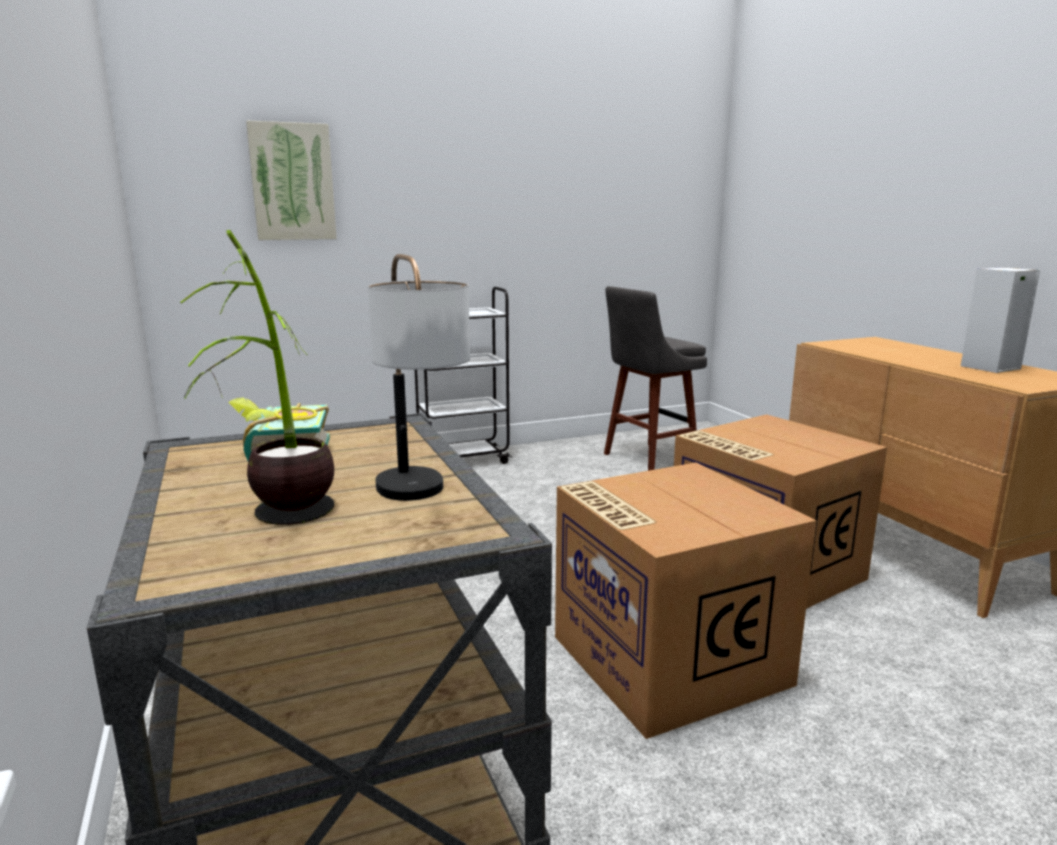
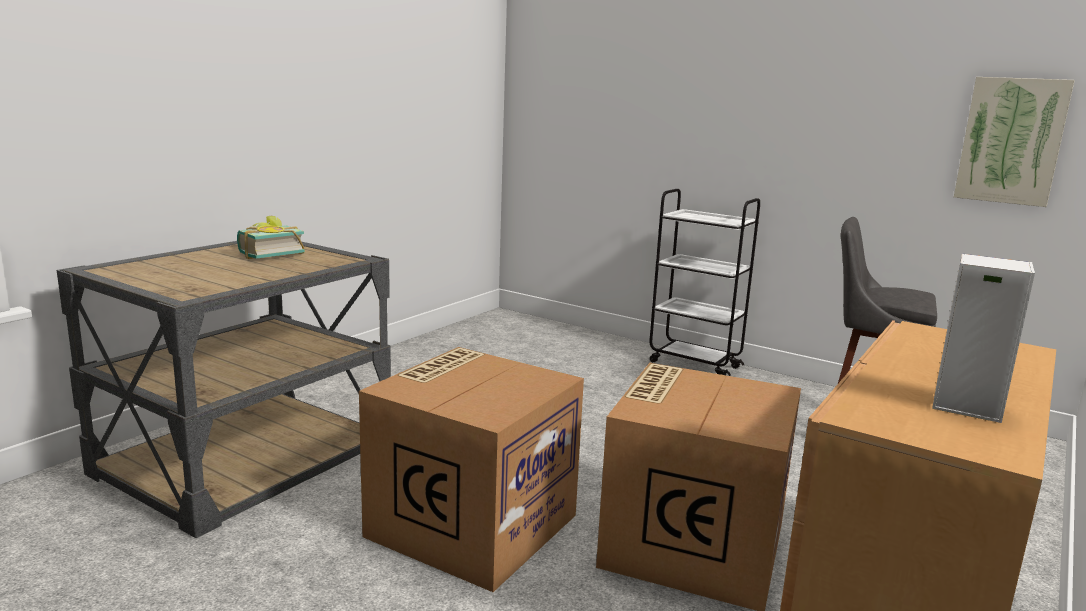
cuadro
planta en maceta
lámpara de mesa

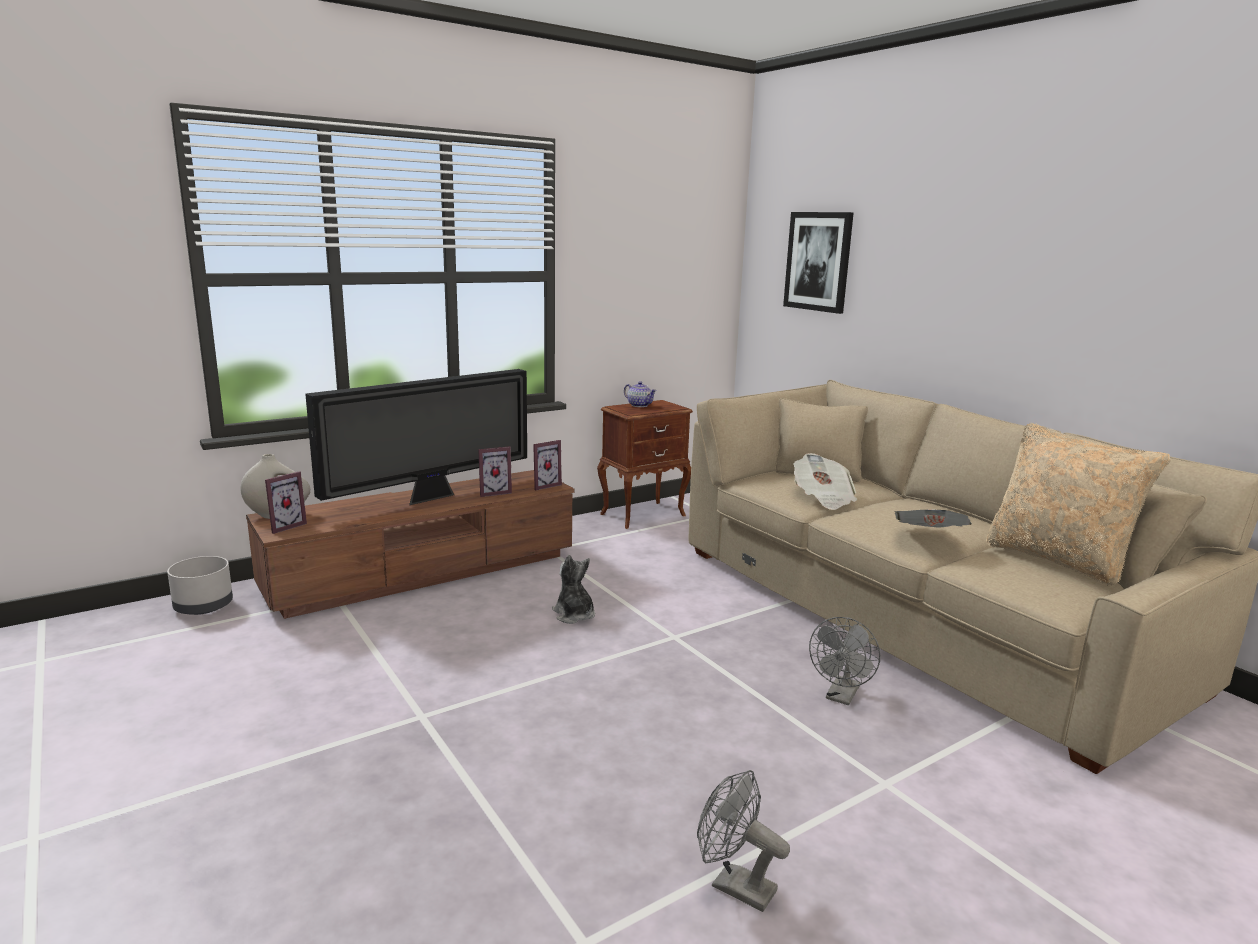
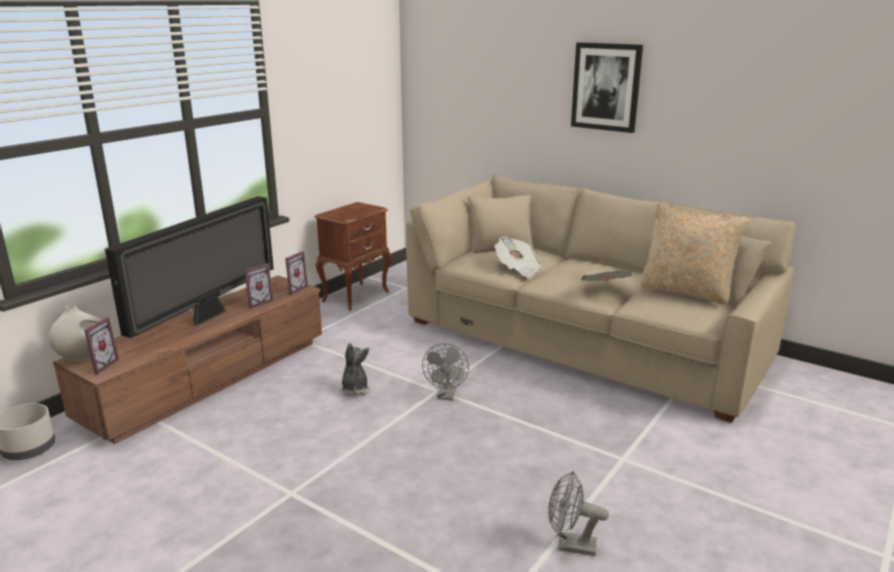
cuadro
tetera
peluche
ventilador (gris) (1st from left)

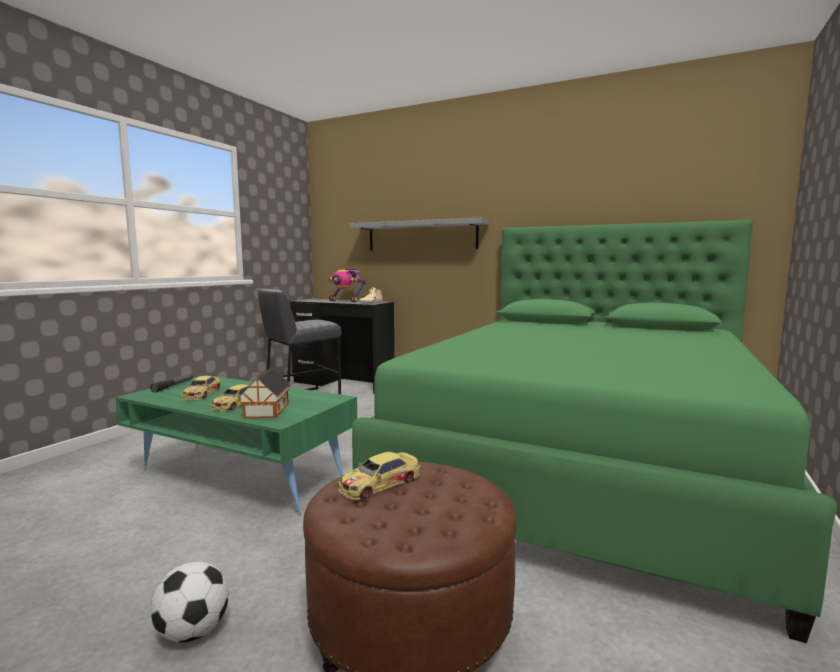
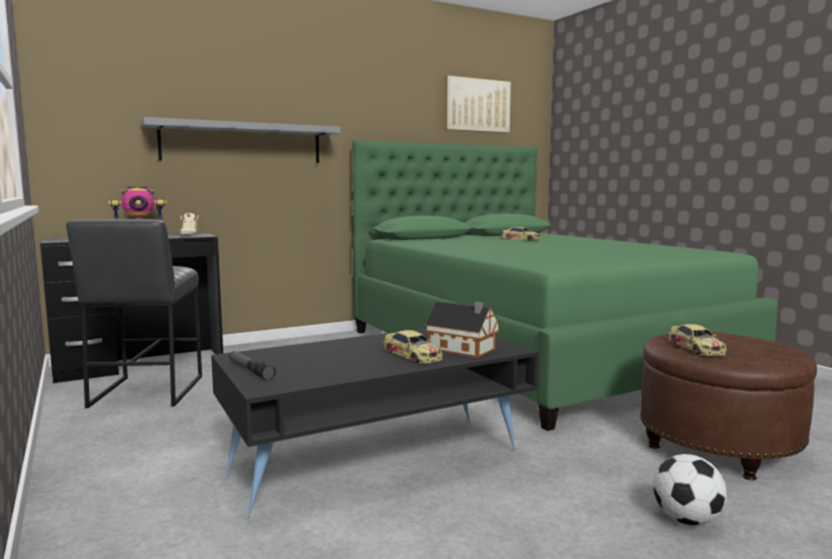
mesa de centro (negro)
coche de juguete (2nd from left)
cuadro

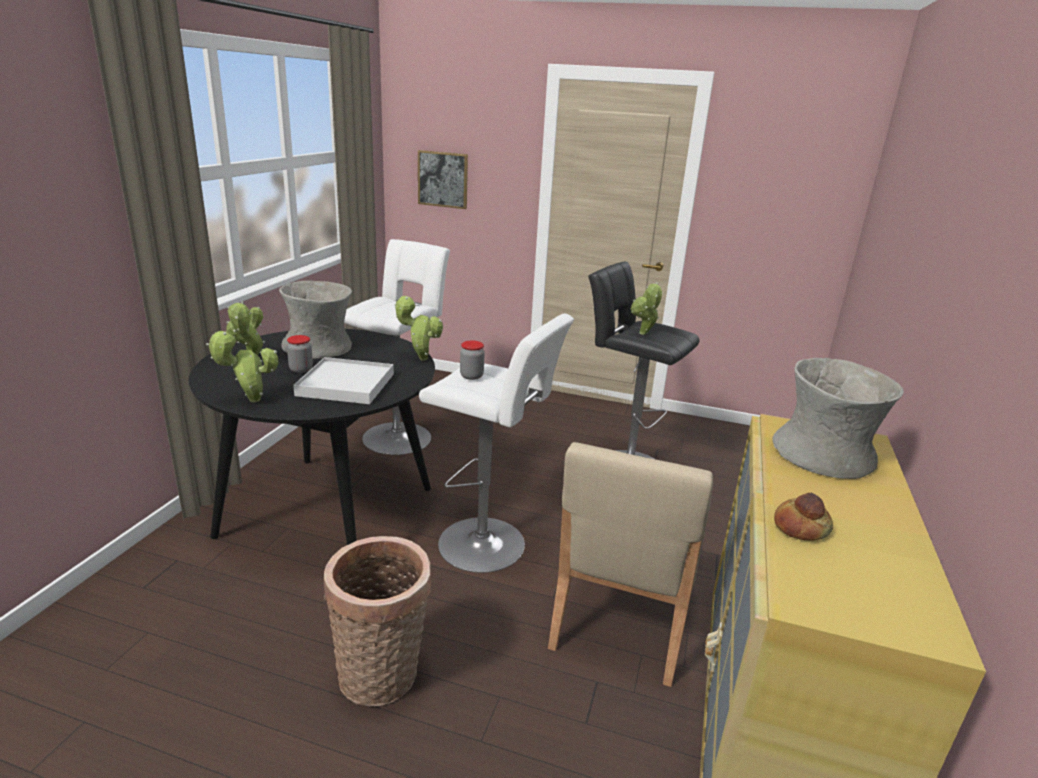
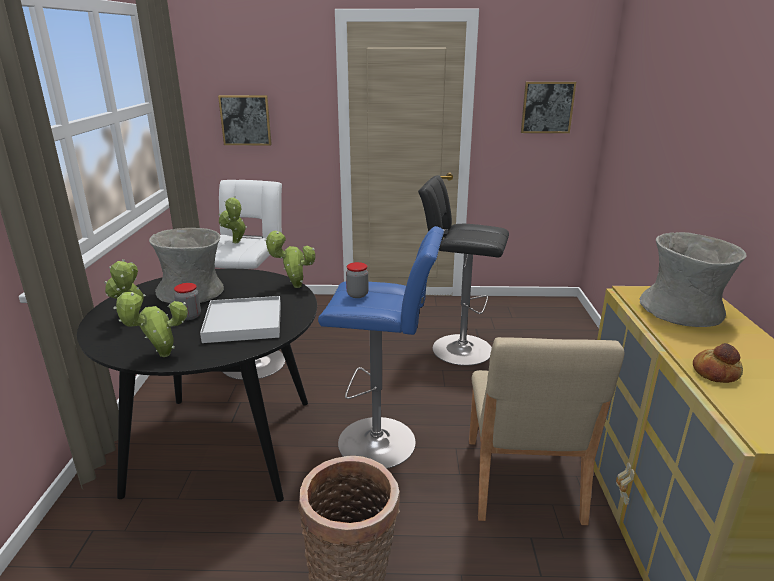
planta en maceta (3rd from left)
taburete (azul)
cuadro (2nd from left)

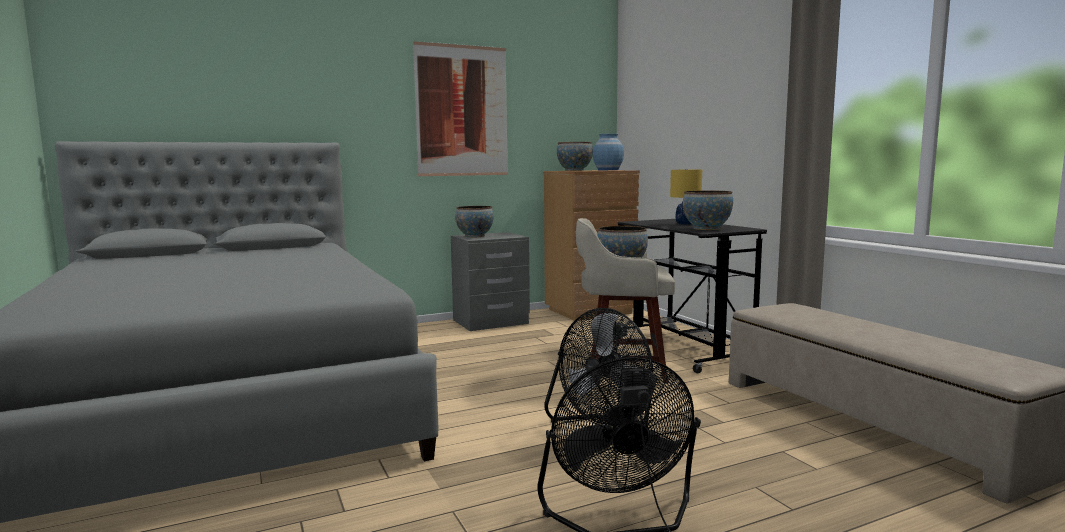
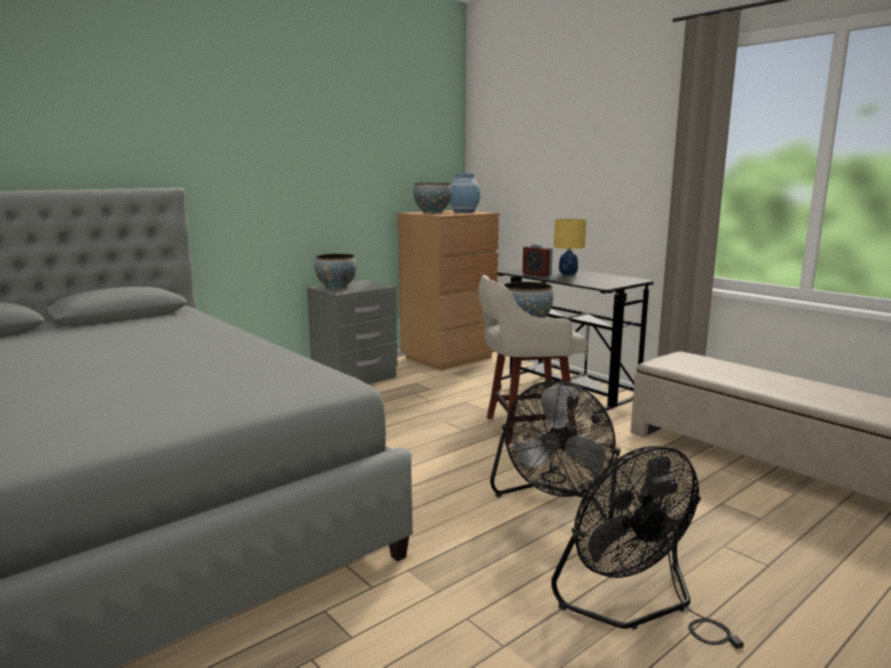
cuadro
cuenco (4th from left in the first image)
despertador

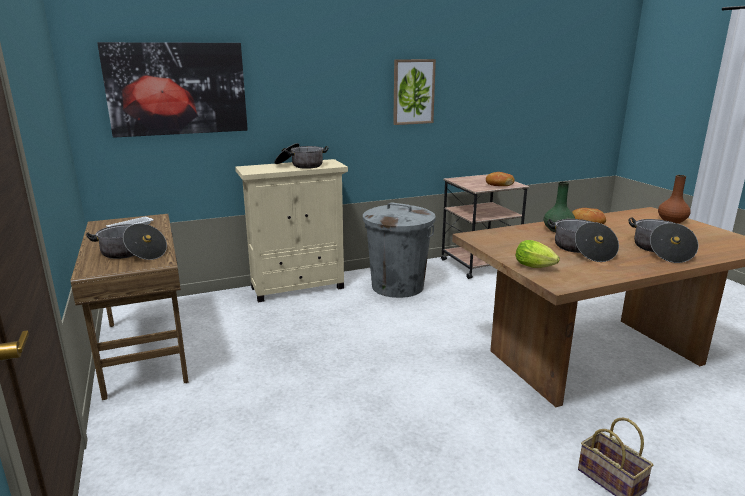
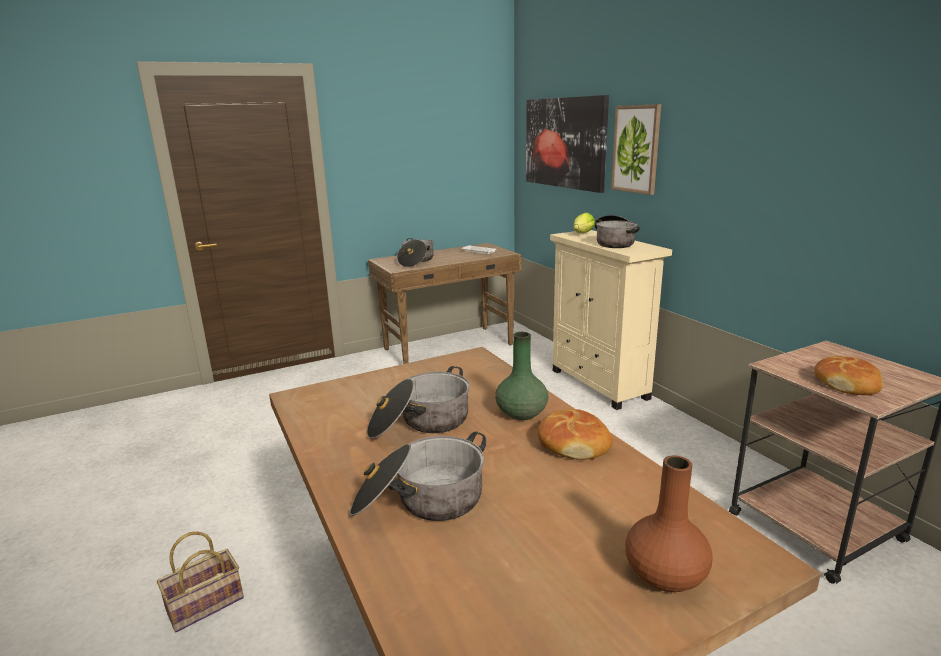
cuadro (2nd from left)
papelera (gris)
lechuga

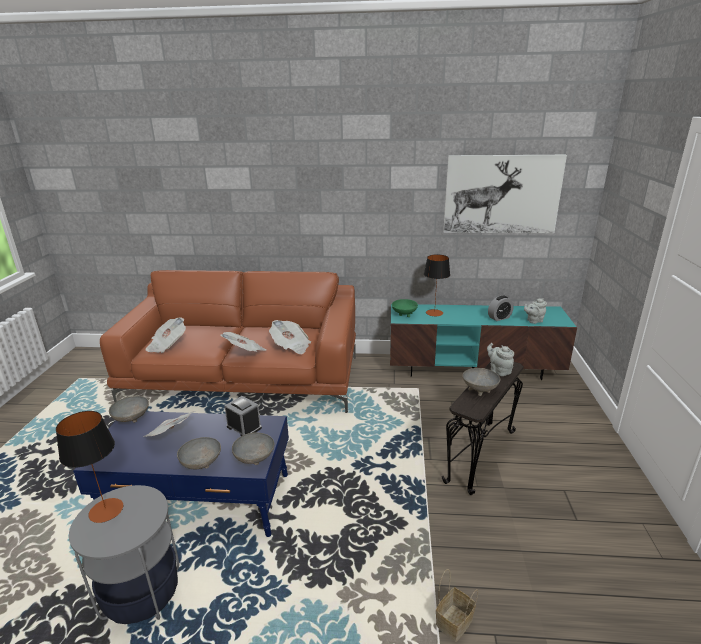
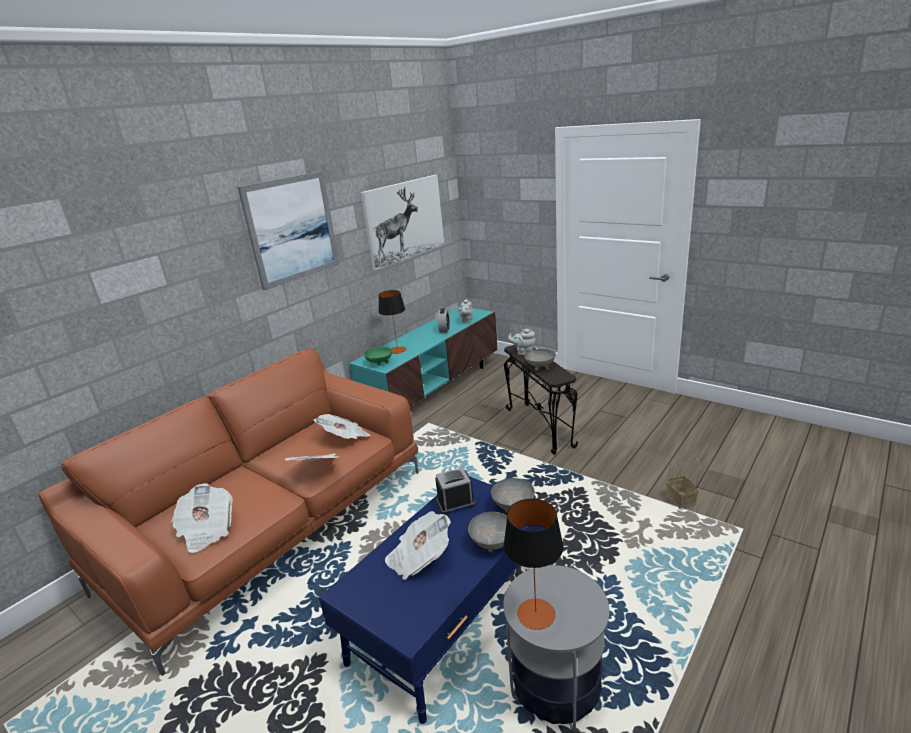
cuenco (gris) (1st from left in the first image)
cuadro (1st from left)

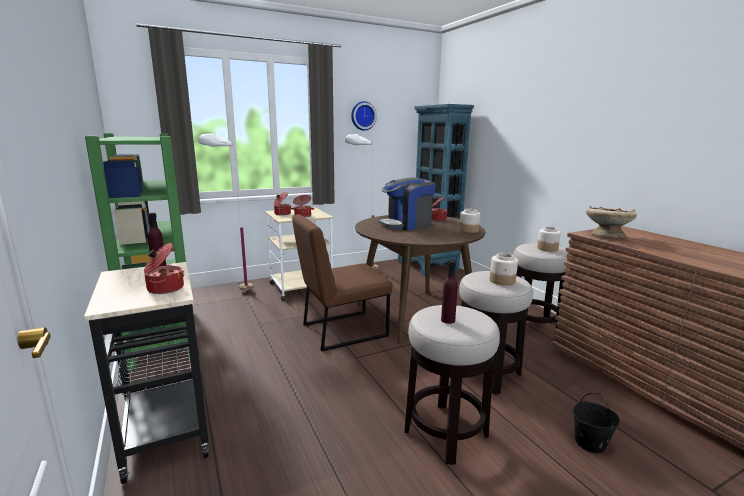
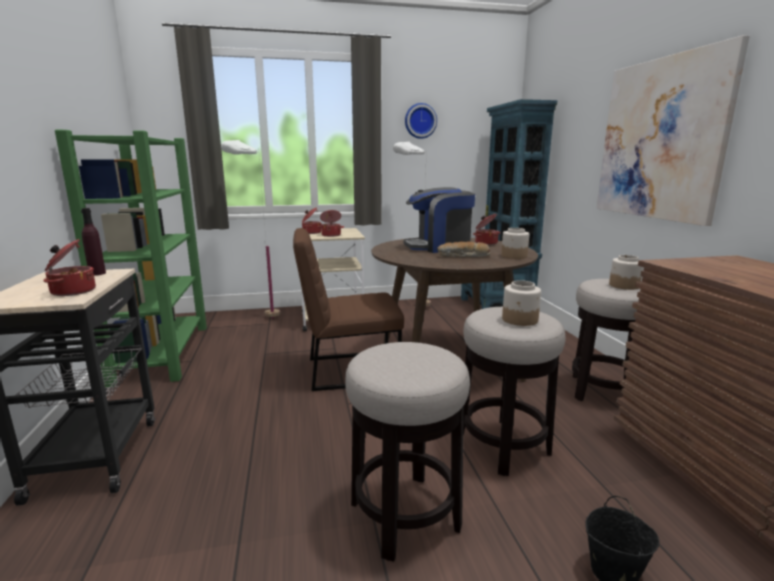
cuenco (beis)
botella (morado) (2nd from left in the first image)
cuadro
pan

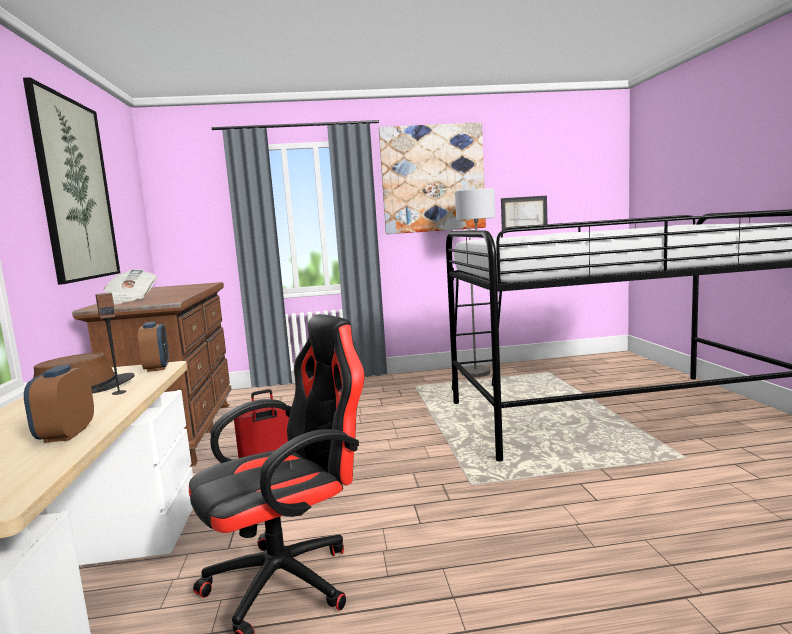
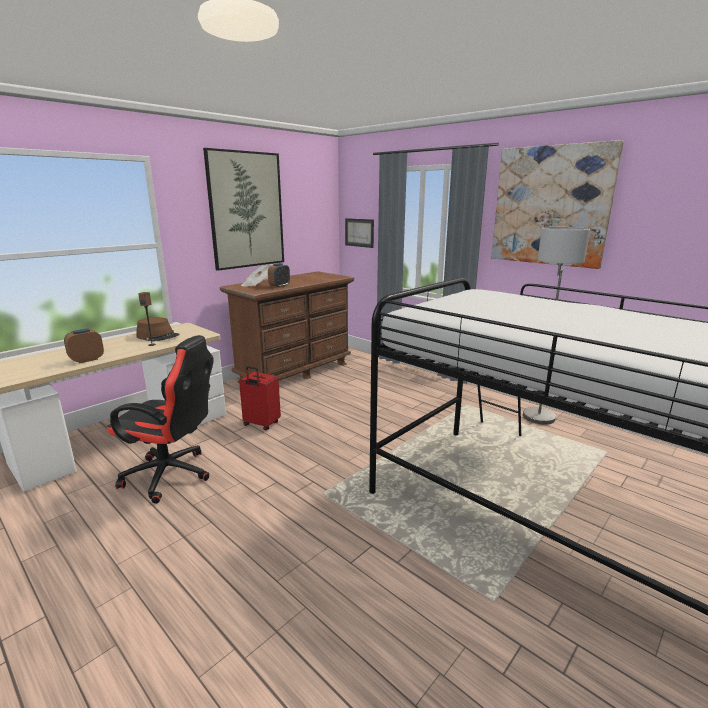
cuadro (2nd from left)
despertador (2nd from left)

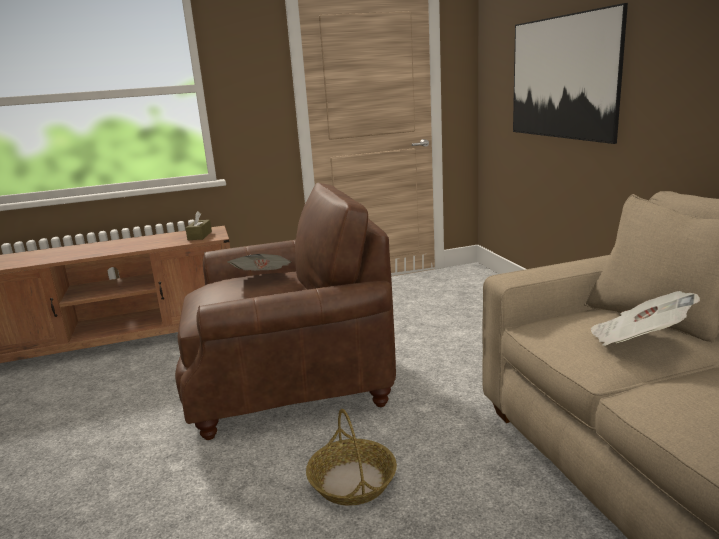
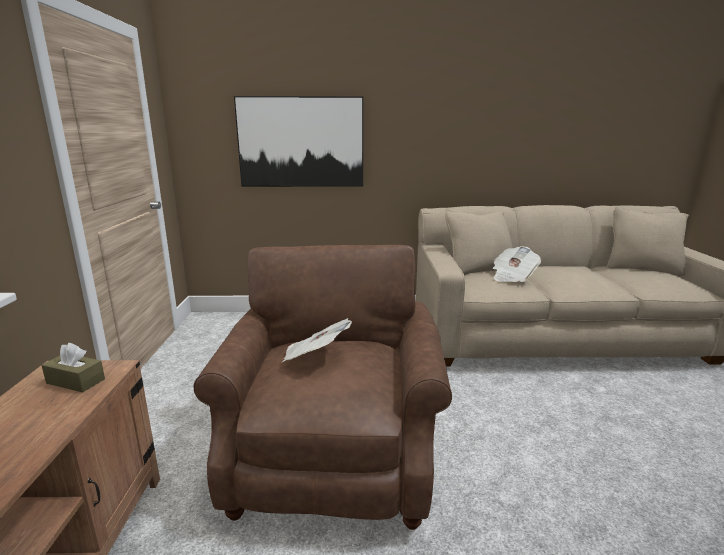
cesta

